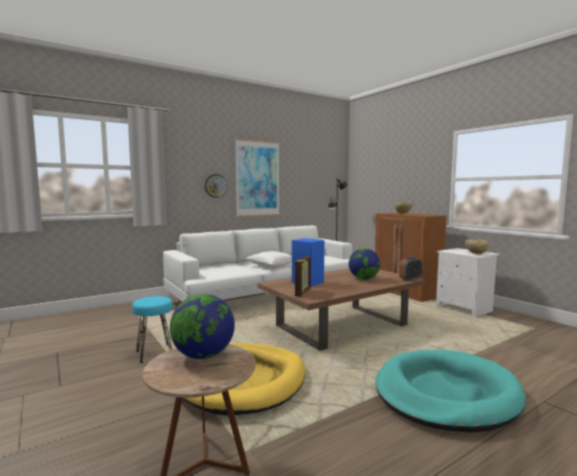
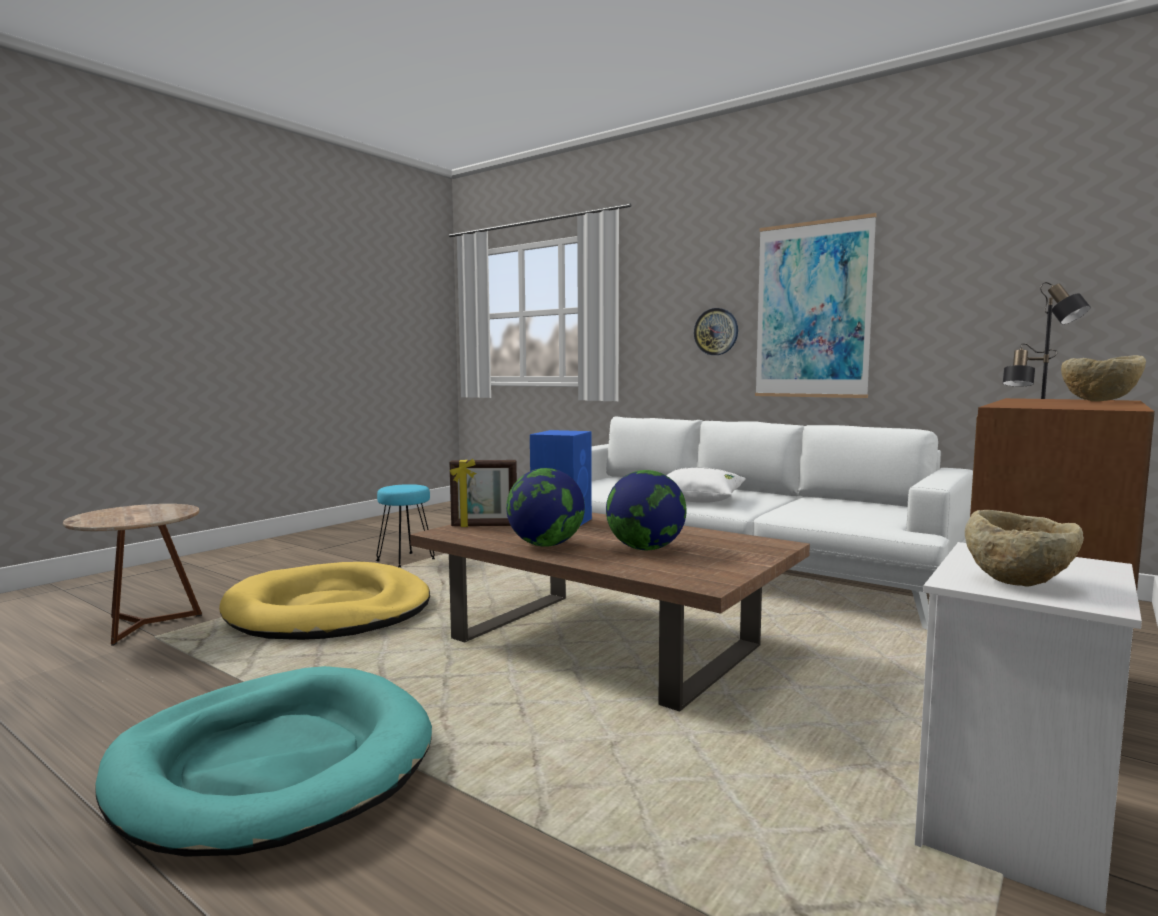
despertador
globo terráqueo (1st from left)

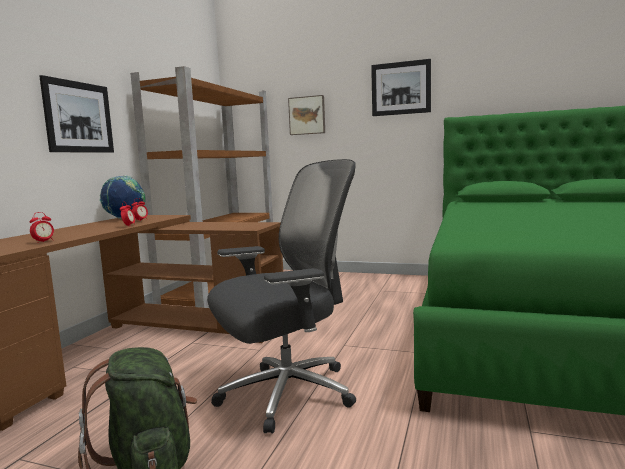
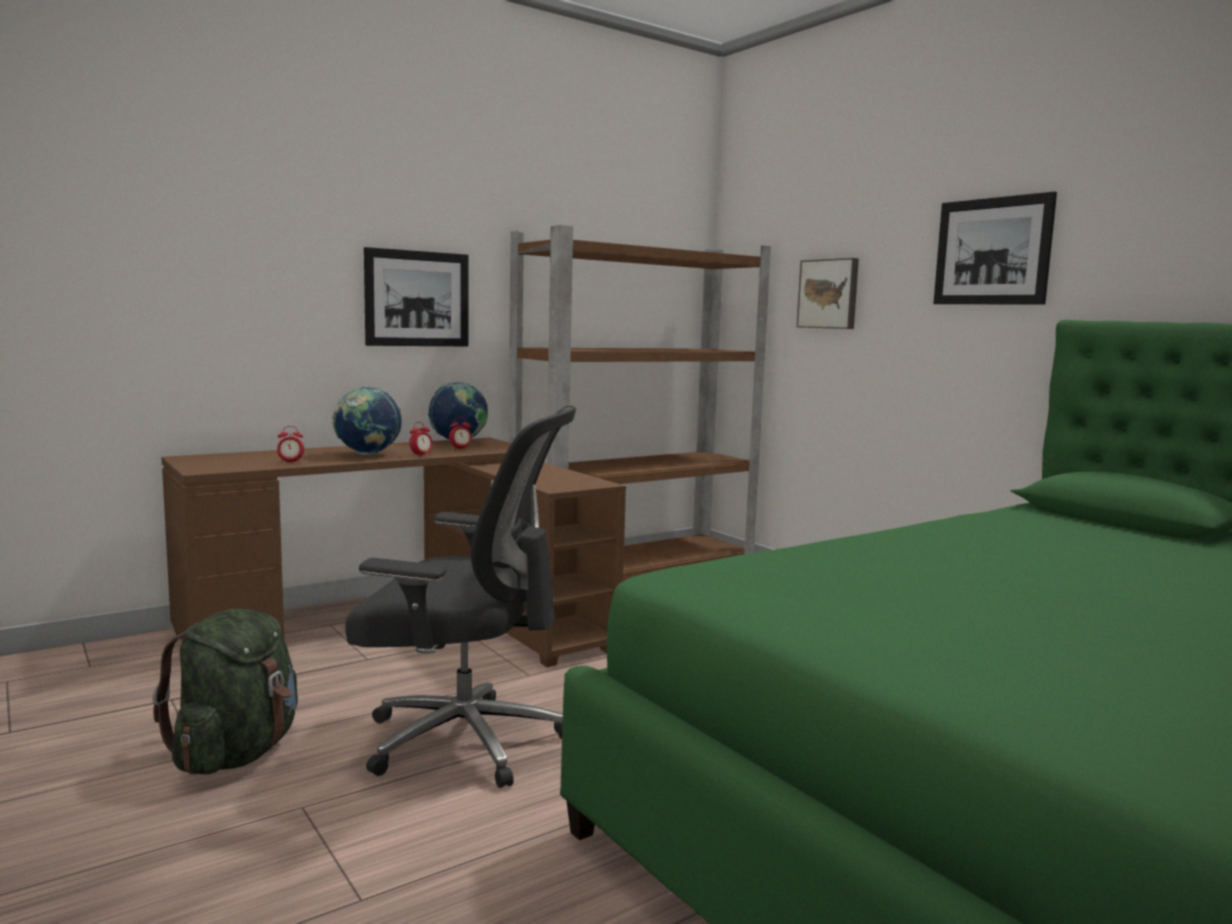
globo terráqueo (1st from left)

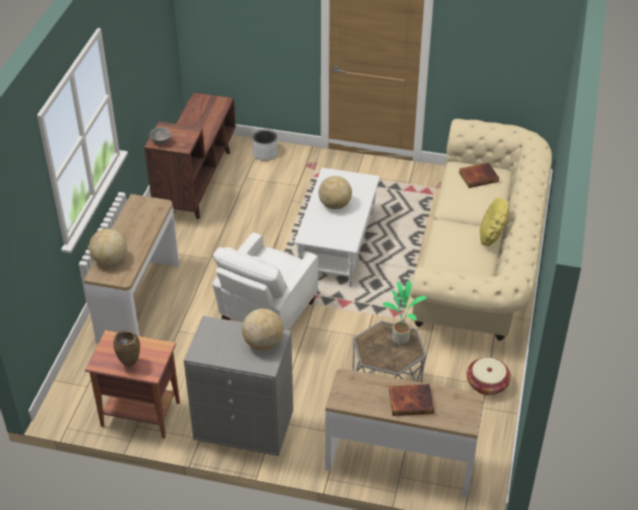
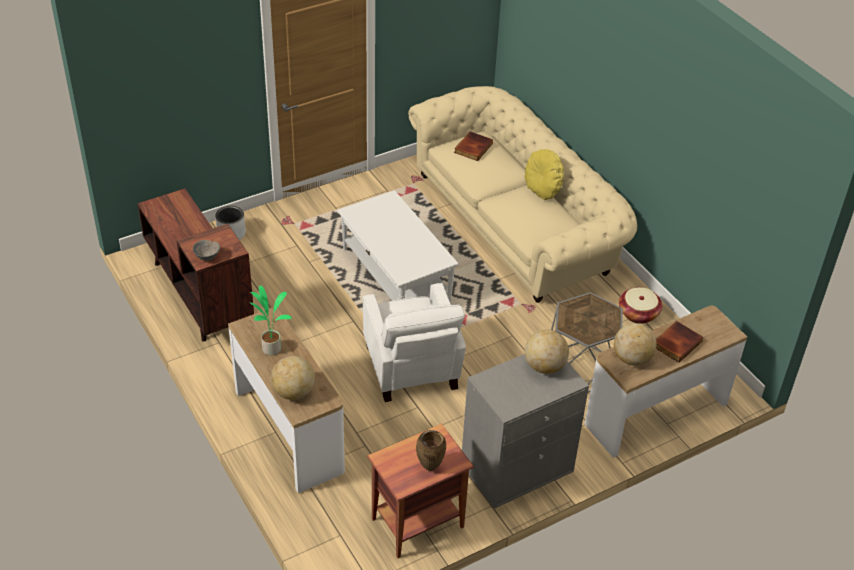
globo terráqueo (3rd from left)
planta en maceta

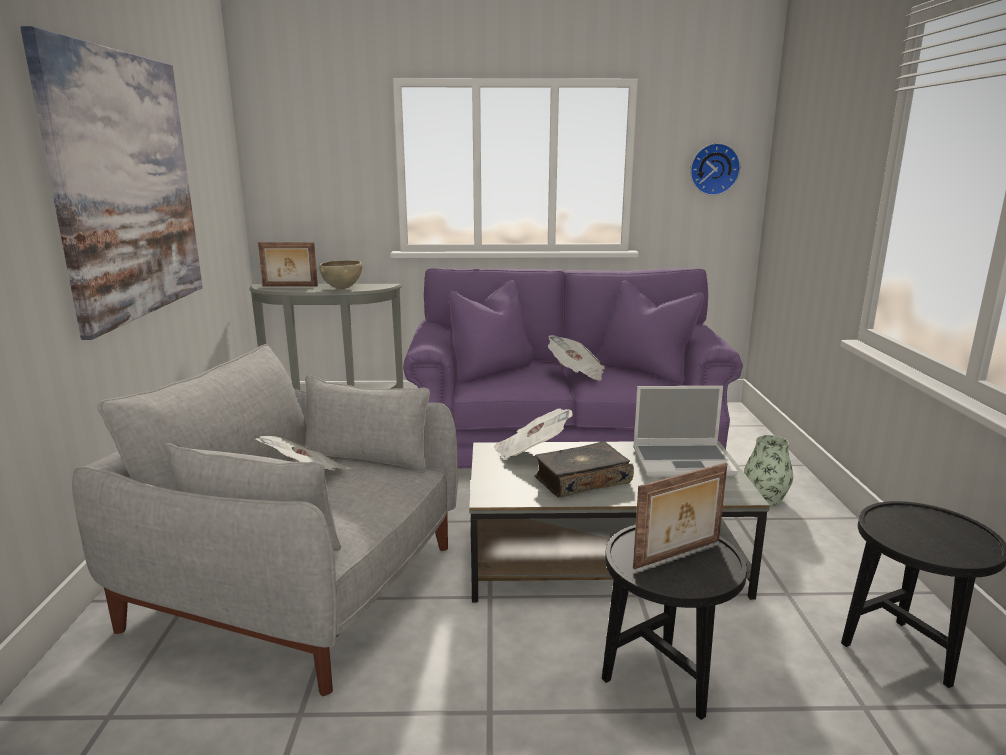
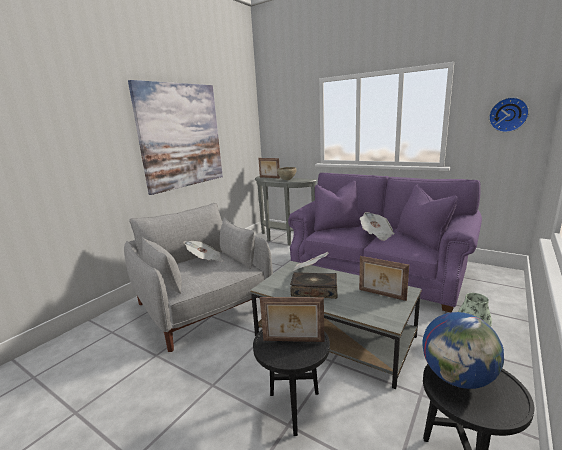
portarretratos (3rd from left)
globo terráqueo

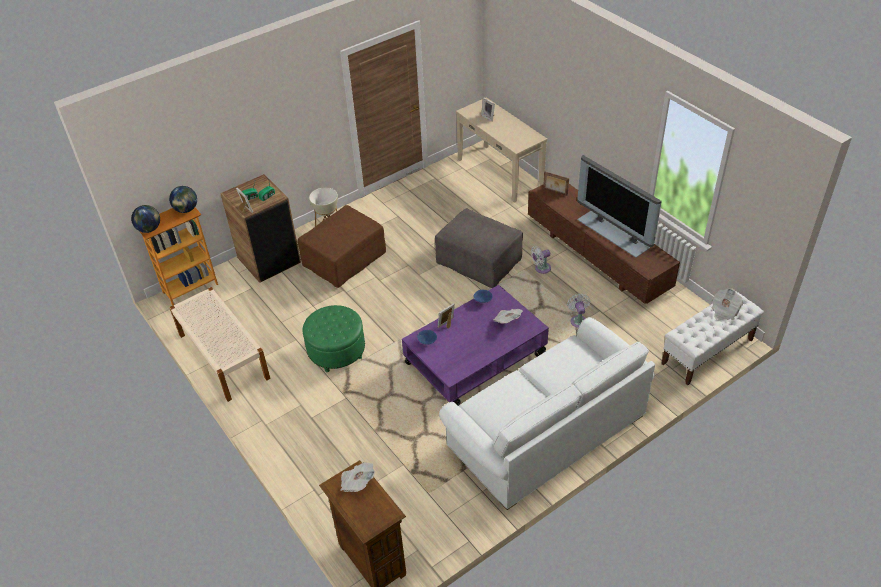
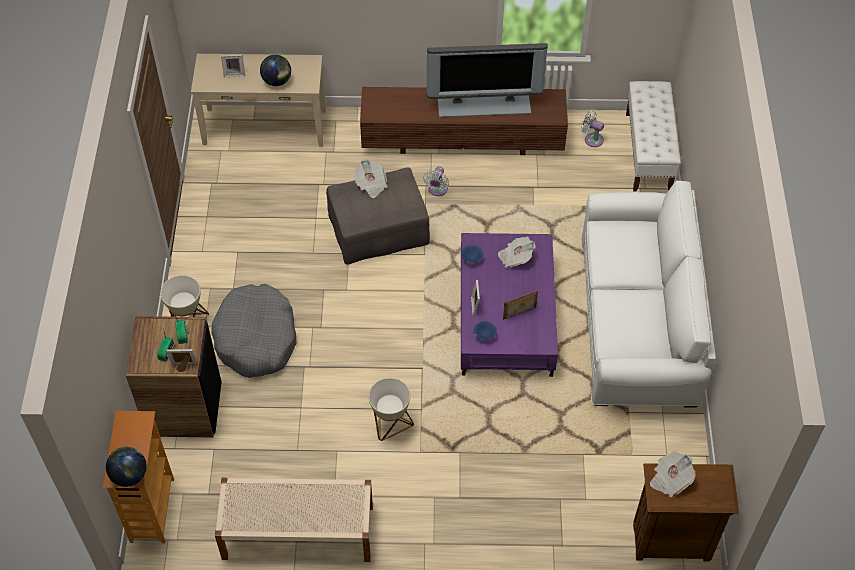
portarretratos (4th from left)
globo terráqueo (2nd from left)
cama para perro (gris)
periódico (1st from left)
ventilador (blanco) (2nd from left)
maceta (2nd from left)

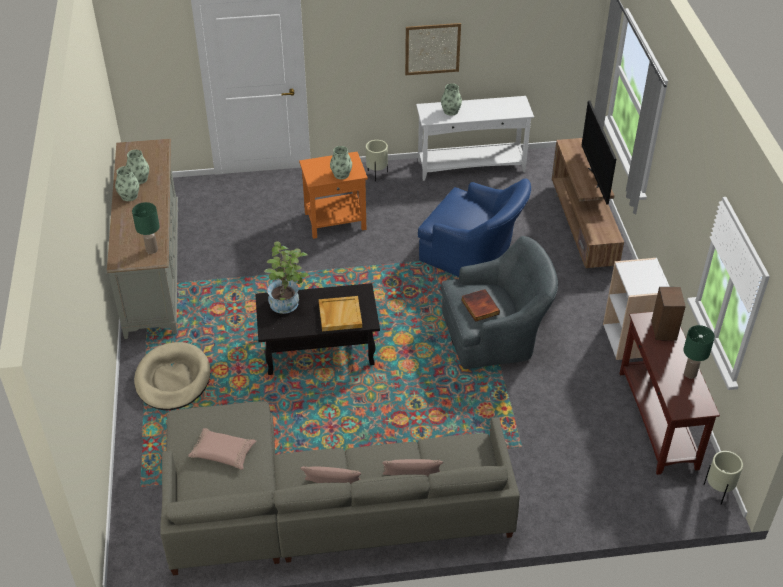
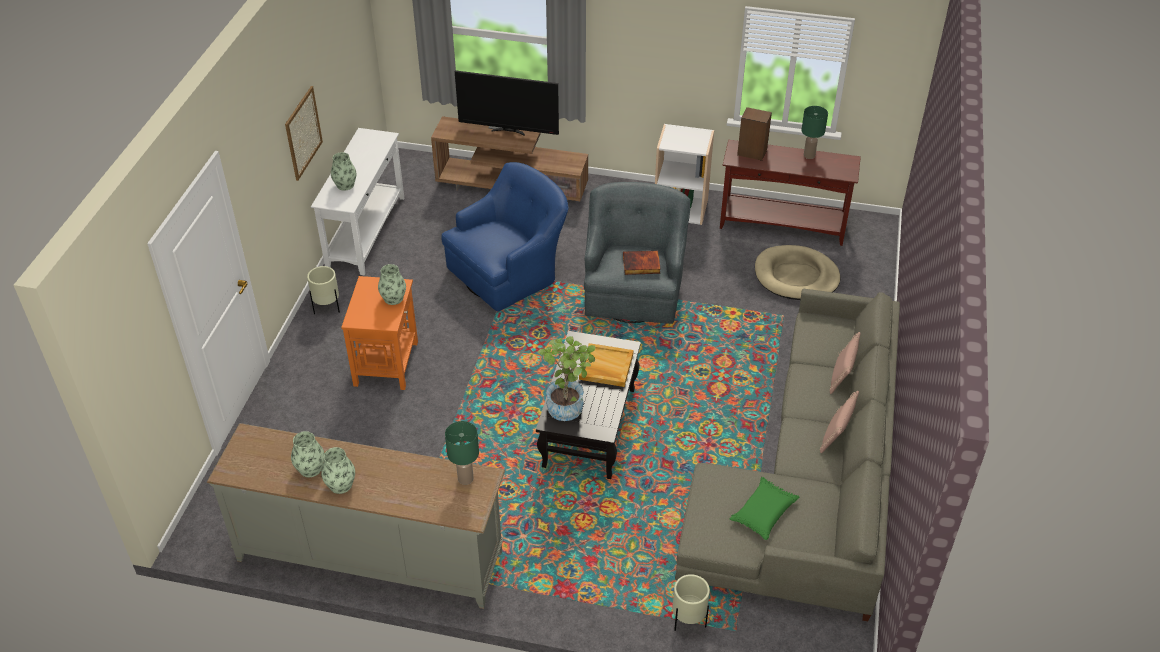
cama para perro (beis)
cojín (verde)
maceta (beis) (2nd from left)

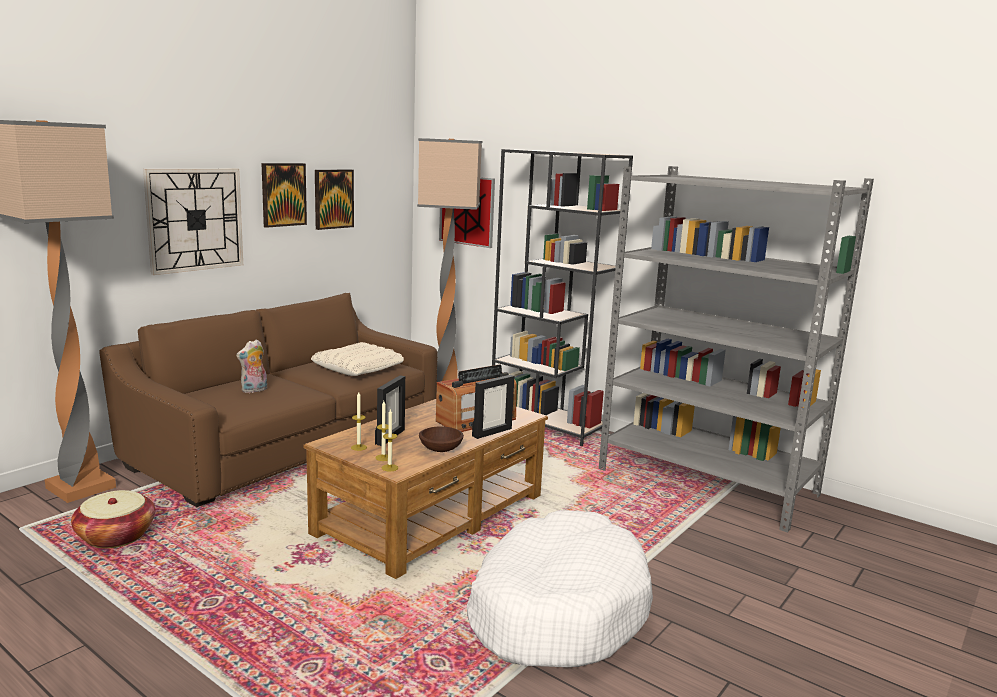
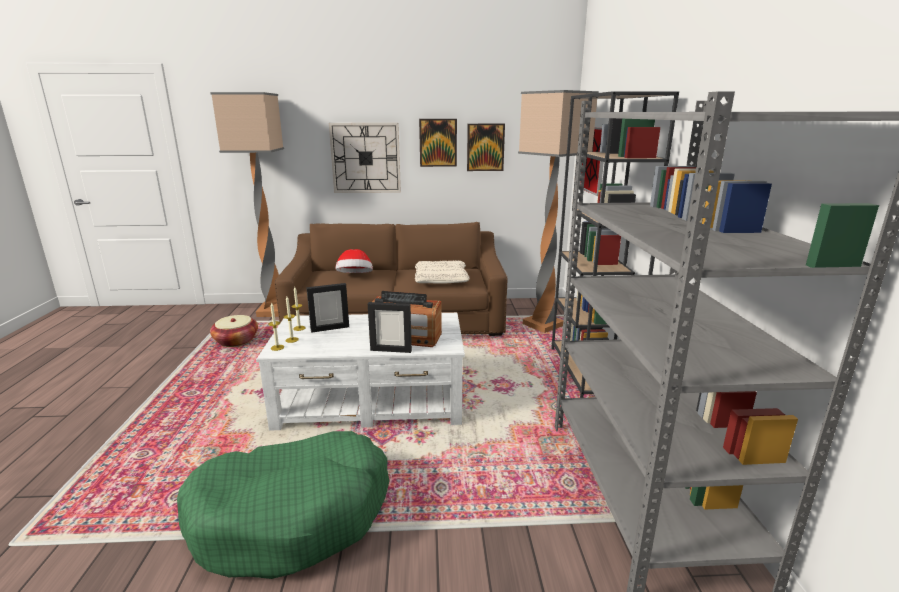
sombrero
mesa de centro (blanco)
cuenco (marrón)
cama para perro (verde)

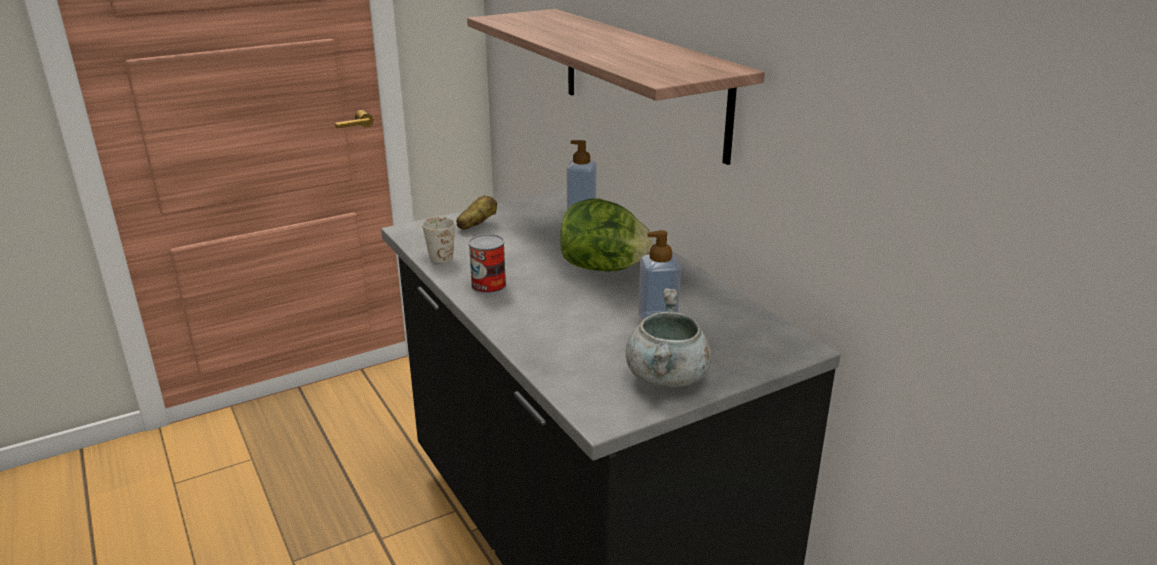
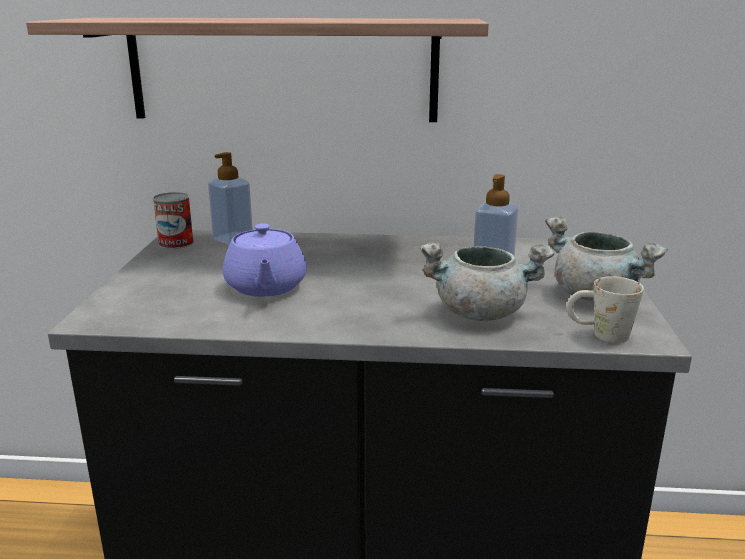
patata
lechuga
taza grande (blanco)
lata
tetera (morado)
olla (gris) (1st from left)

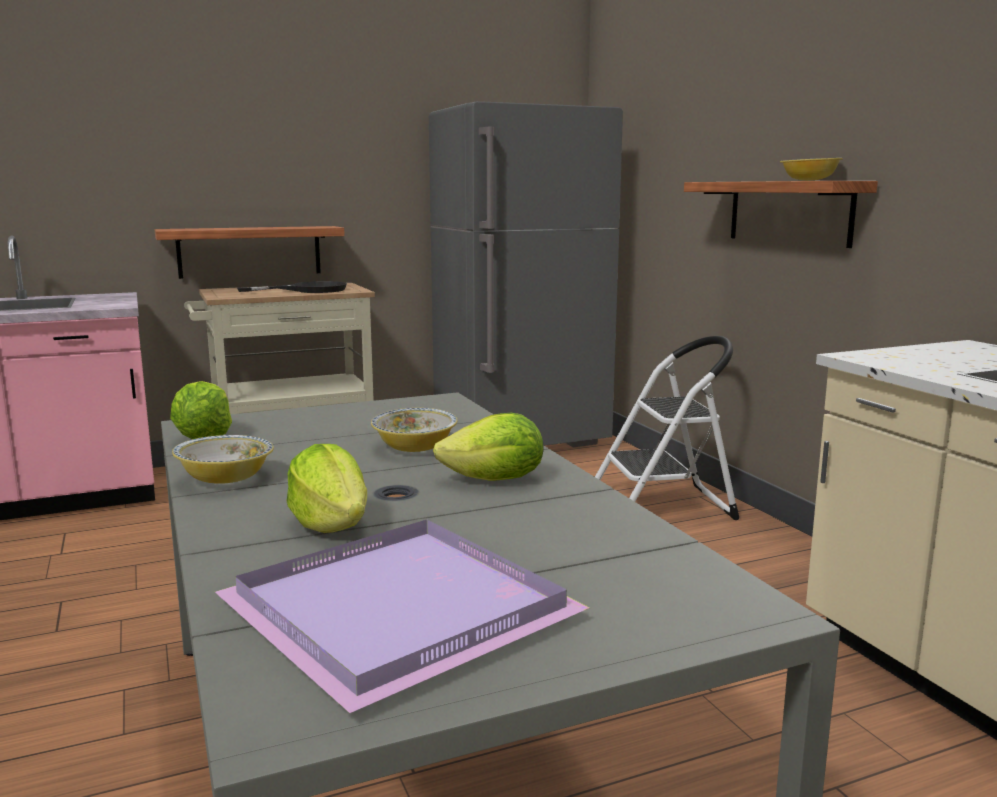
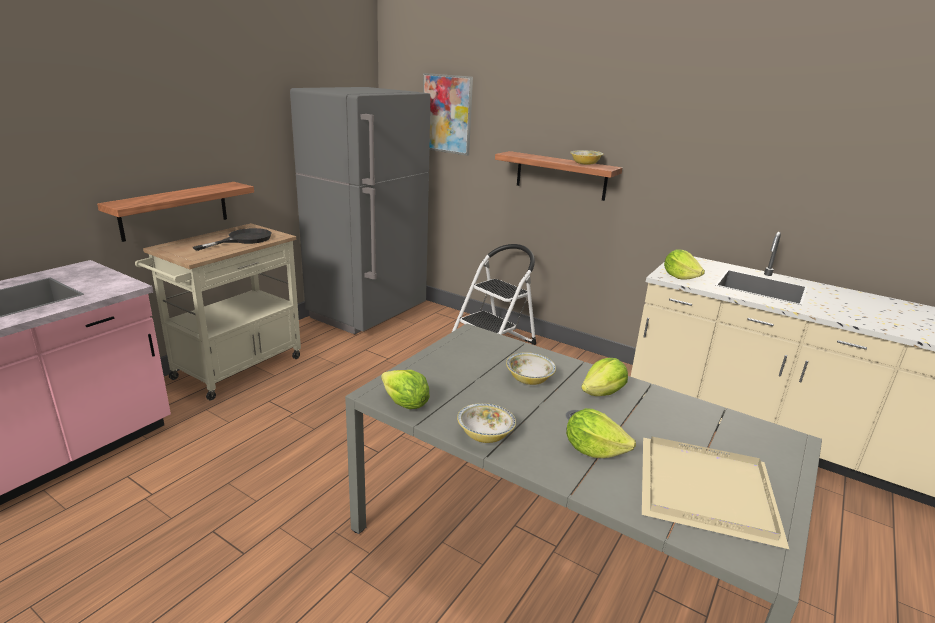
bandeja (beis)
cuadro
lechuga (4th from left)

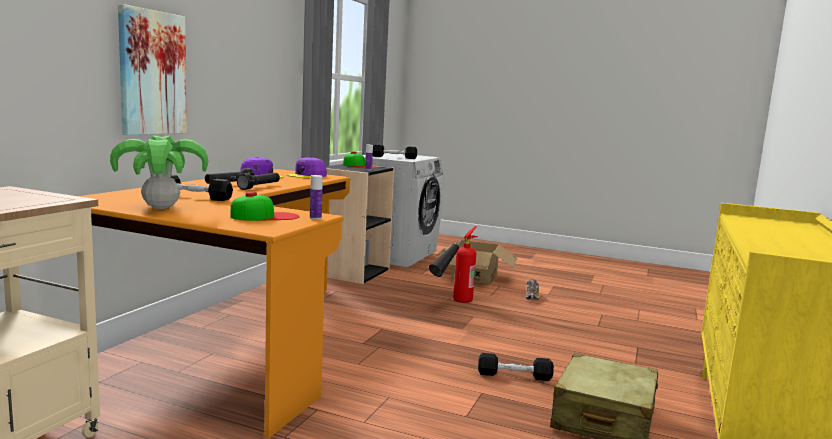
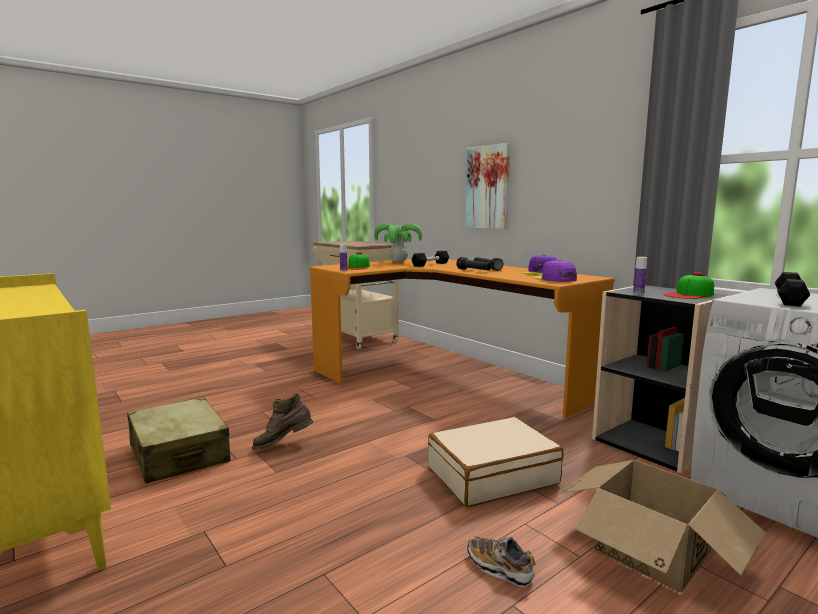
maleta (beis) (2nd from left)
bota (marrón)

